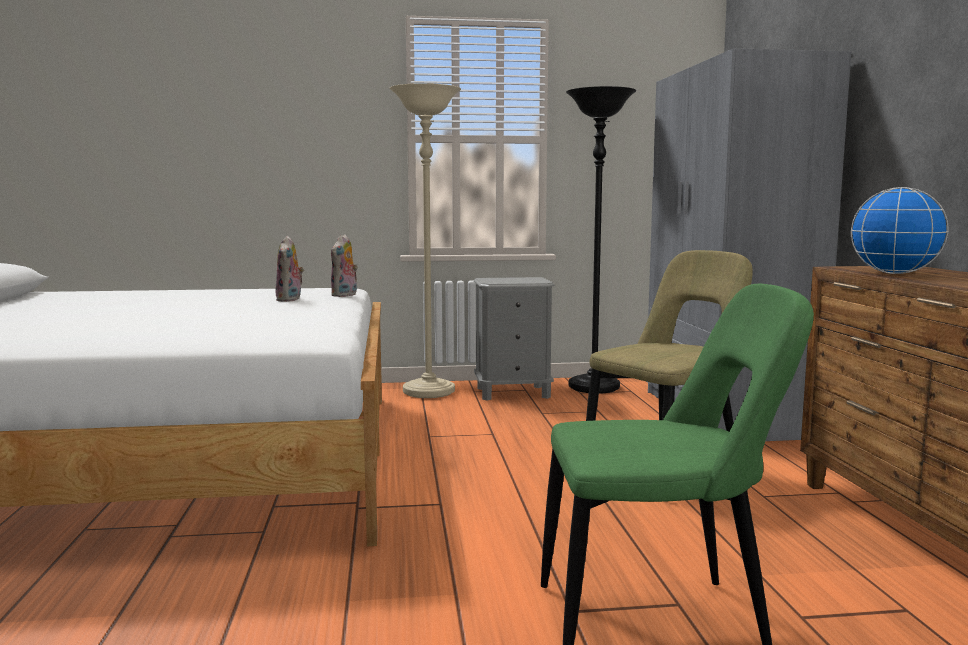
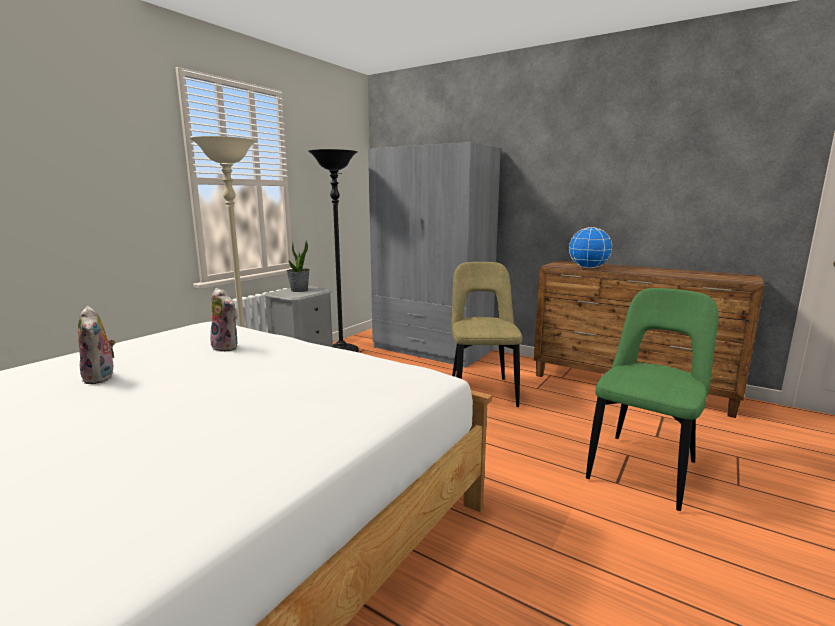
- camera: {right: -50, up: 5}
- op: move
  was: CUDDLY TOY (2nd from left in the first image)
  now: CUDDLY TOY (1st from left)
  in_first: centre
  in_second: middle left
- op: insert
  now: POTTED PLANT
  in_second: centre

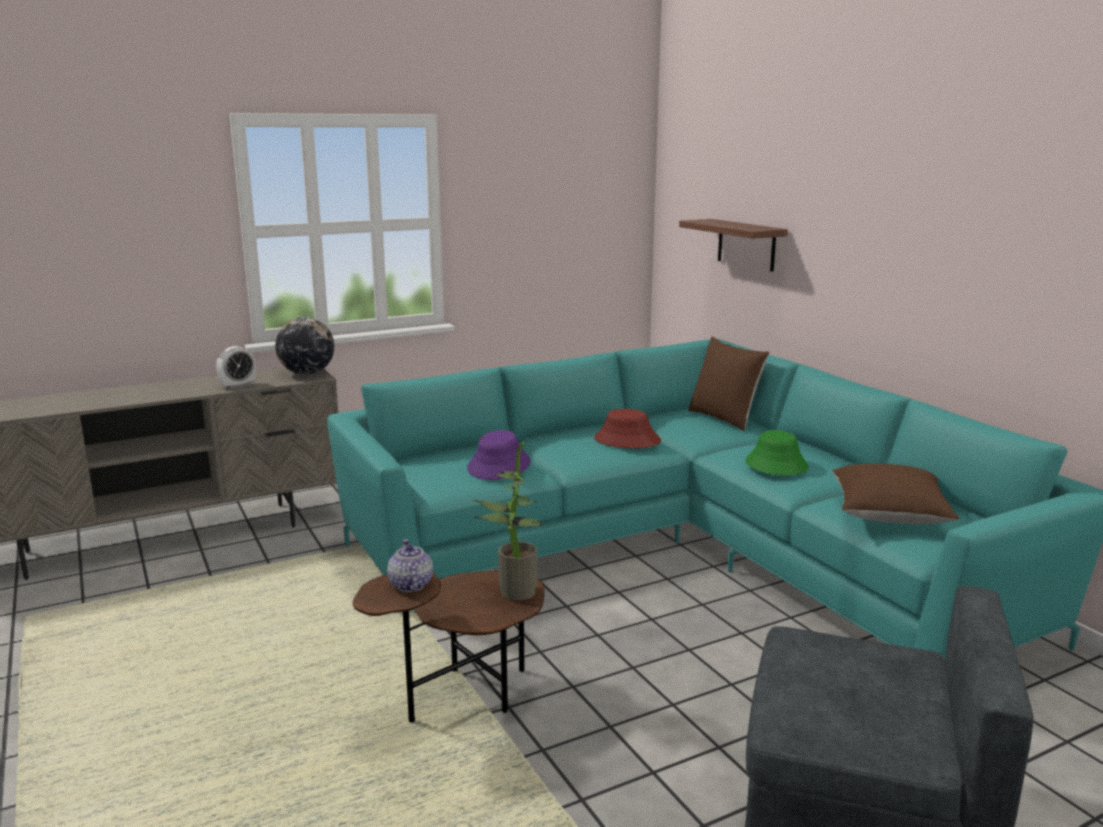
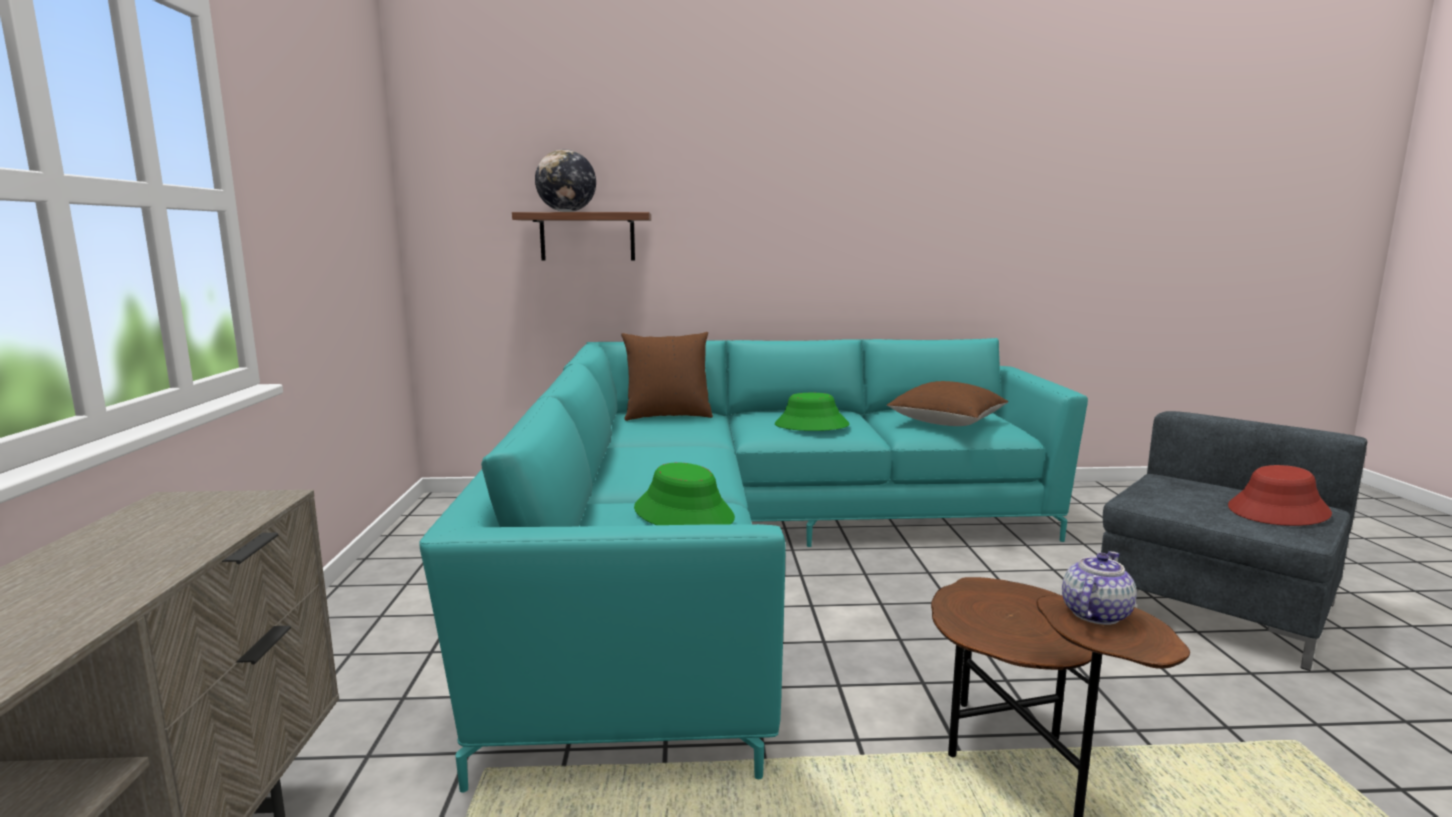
- camera: {right: -65, up: -5}
- op: move
  was: GLOBE
  in_first: middle left
  in_second: top centre
- op: recolor
  was: PURPLE-COLOURED CLOTHING HAT
  now: GREEN CLOTHING HAT (1st from left)
  in_first: centre
  in_second: centre
- op: rotate
  was: POT FOR TEA
  in_first: bottom centre
  in_second: bottom right
  clockwise: 120
- op: move
  was: RED-COLOURED CLOTHING HAT
  in_first: centre
  in_second: middle right
- op: delete
  was: TABLE CLOCK
  in_first: middle left
- op: delete
  was: POTTED PLANT
  in_first: centre

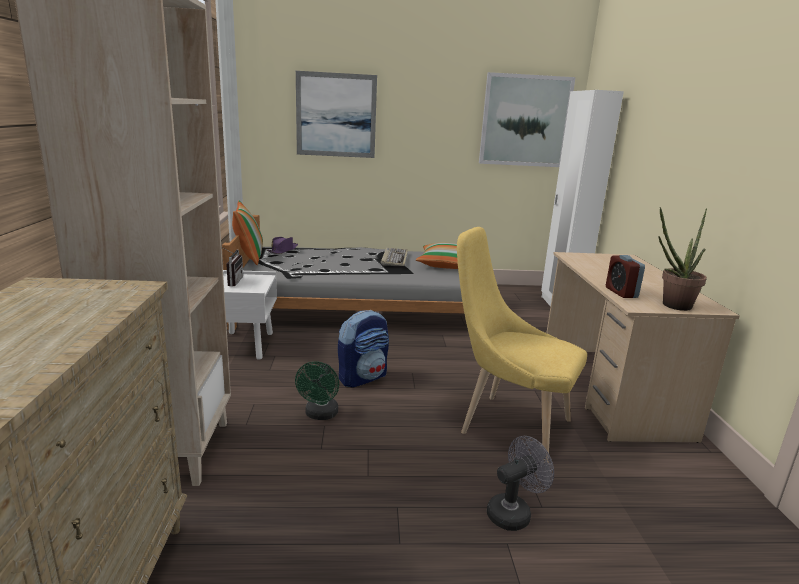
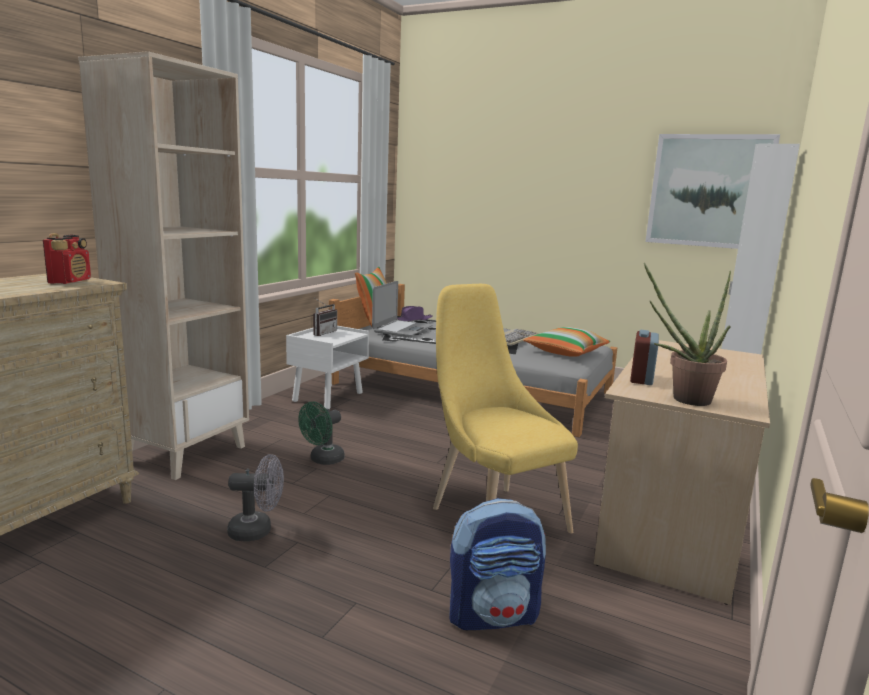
- camera: {right: 30, up: -5}
- op: insert
  now: RADIO RECEIVER (1st from left)
  in_second: middle left
- op: move
  was: GREYISH FAN
  in_first: bottom centre
  in_second: bottom left
- op: insert
  now: NOTEBOOK COMPUTER
  in_second: centre
- op: move
  was: BACKPACK
  in_first: centre
  in_second: bottom centre
- op: delete
  was: WALL ART (1st from left)
  in_first: top centre

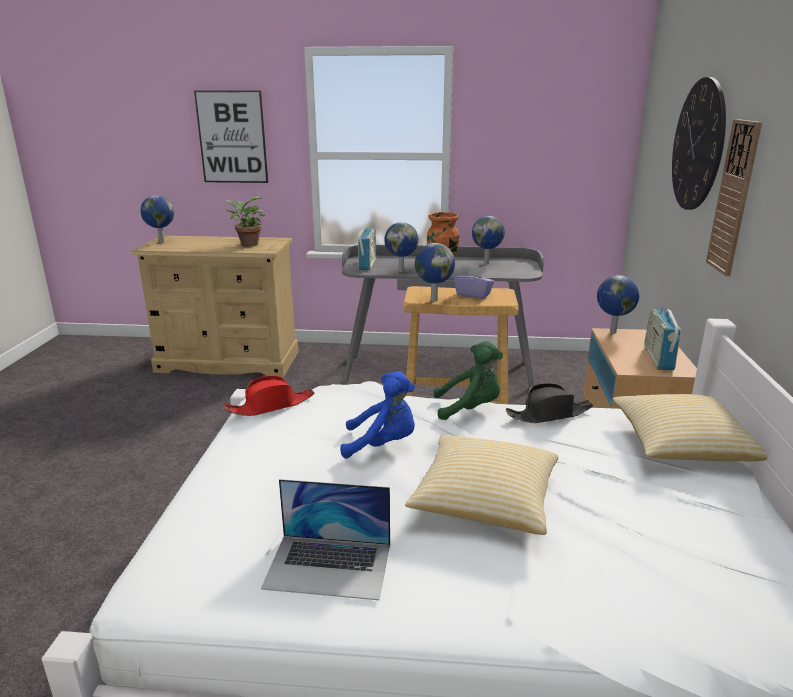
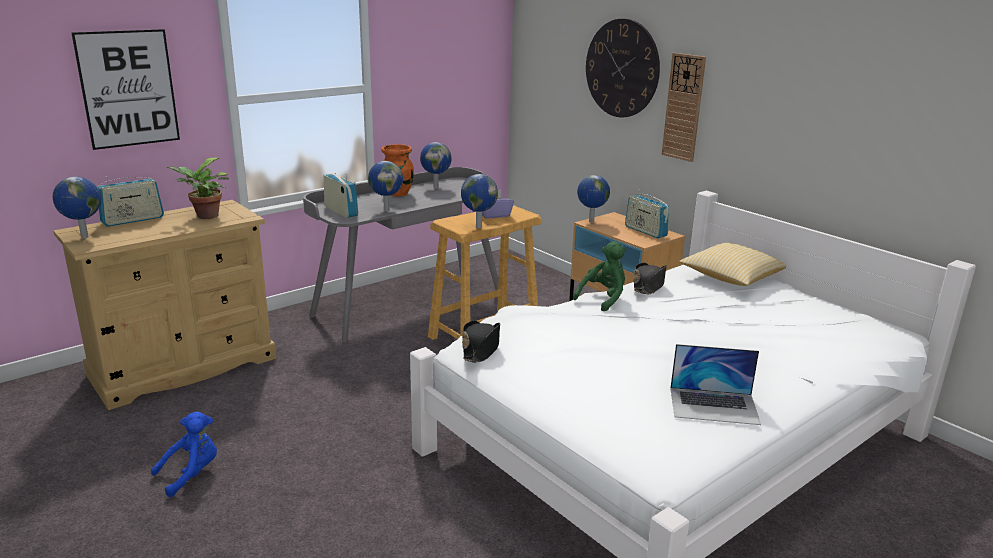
- camera: {right: -45, up: 0}
- op: insert
  now: RADIO RECEIVER (1st from left)
  in_second: middle left
- op: move
  was: BLUISH CUDDLY TOY
  in_first: centre
  in_second: bottom left
- op: recolor
  was: RED-COLOURED CLOTHING HAT
  now: BLACK CLOTHING HAT (1st from left)
  in_first: centre
  in_second: centre
- op: rotate
  was: NOTEBOOK COMPUTER
  in_first: bottom centre
  in_second: bottom right
  clockwise: 45
- op: delete
  was: CUSHION (1st from left)
  in_first: bottom centre

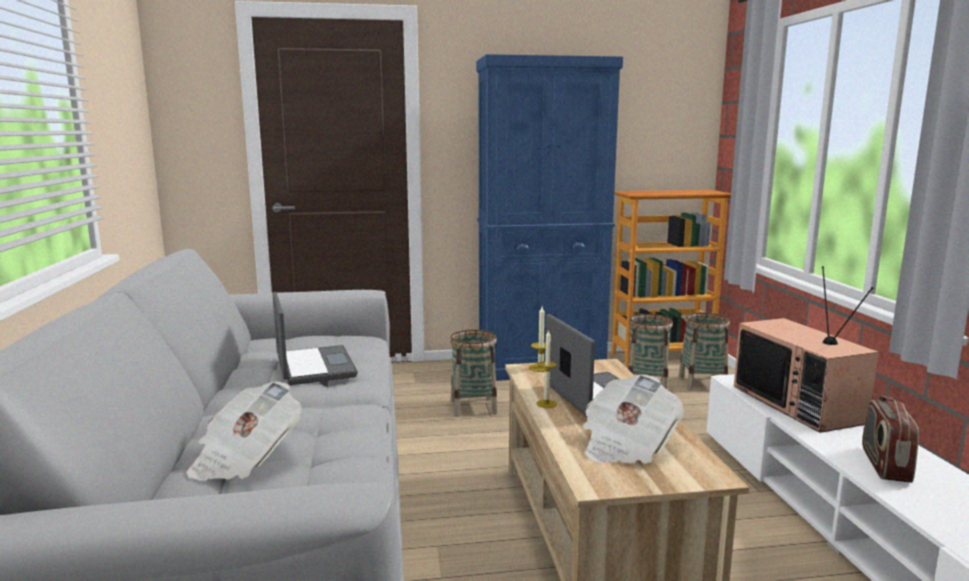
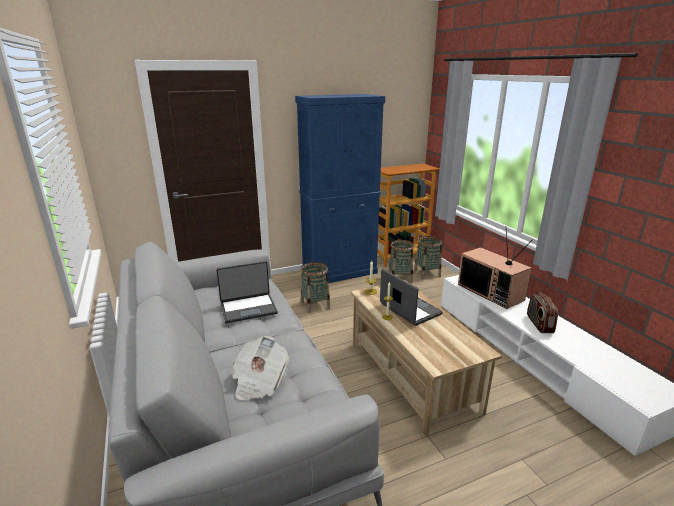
- camera: {right: -15, up: 10}
- op: rotate
  was: NOTEBOOK COMPUTER (1st from left)
  in_first: middle left
  in_second: centre
  clockwise: 105
- op: delete
  was: NEWSPAPER (2nd from left)
  in_first: bottom centre

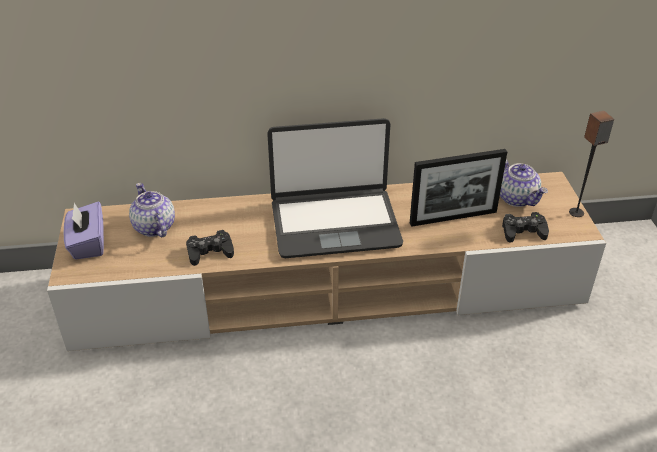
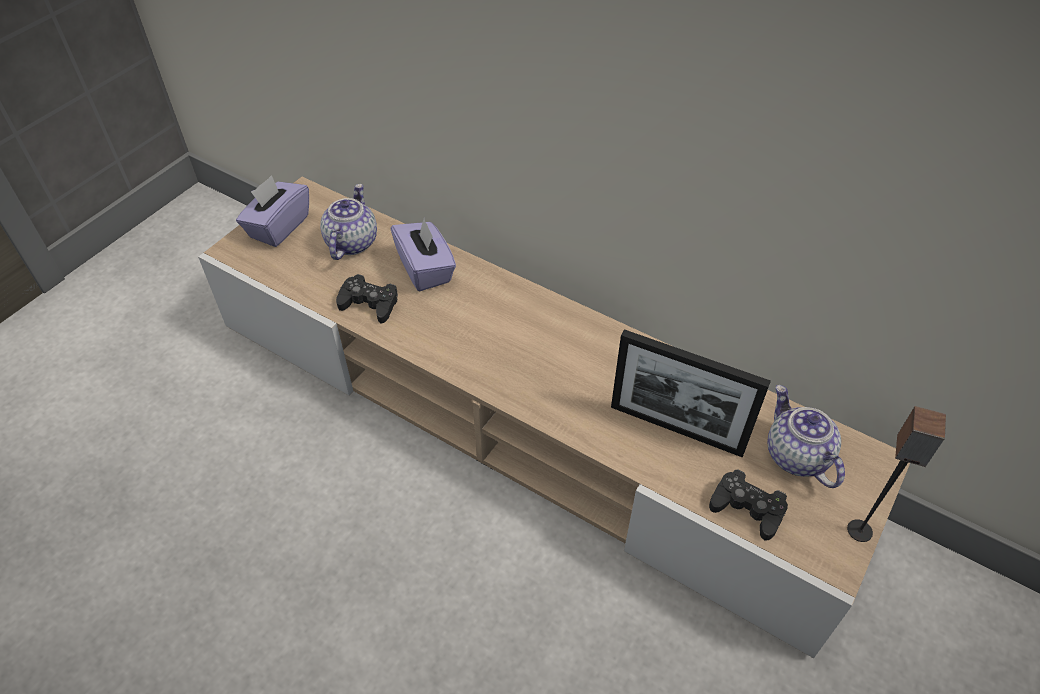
- camera: {right: 40, up: 10}
- op: insert
  now: PURPLE-COLOURED TISSUE BOX (2nd from left)
  in_second: centre
- op: rotate
  was: POT FOR TEA (2nd from left)
  in_first: middle right
  in_second: middle right
  clockwise: 150
- op: delete
  was: NOTEBOOK COMPUTER
  in_first: centre

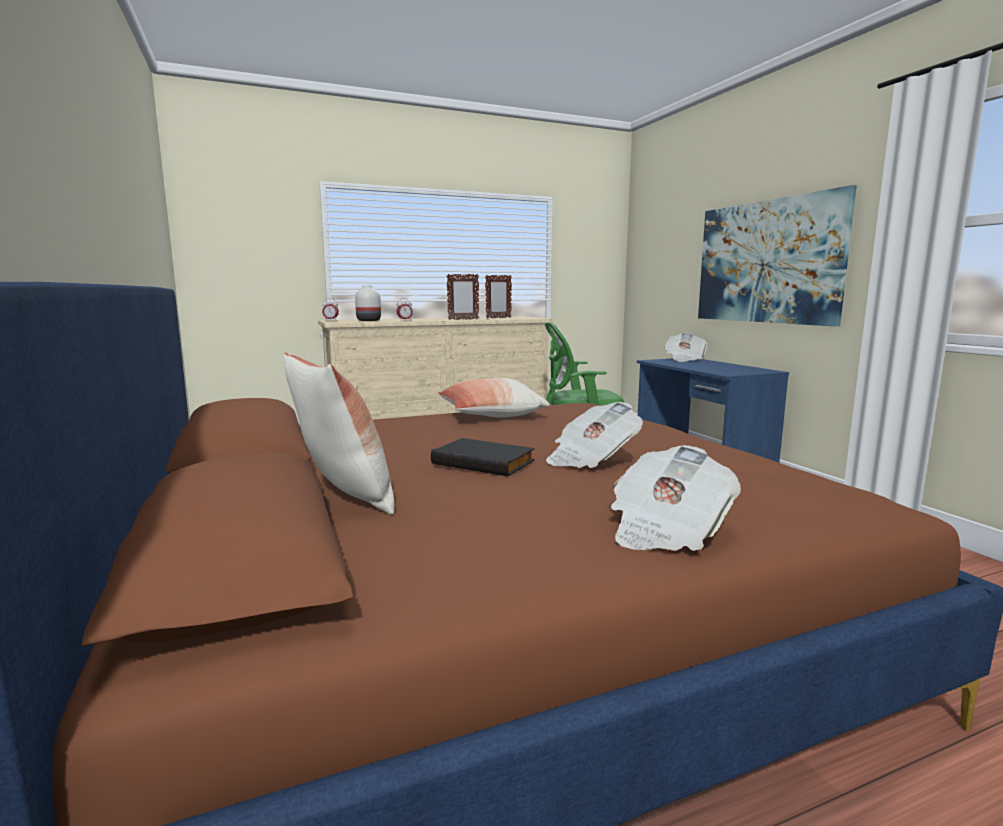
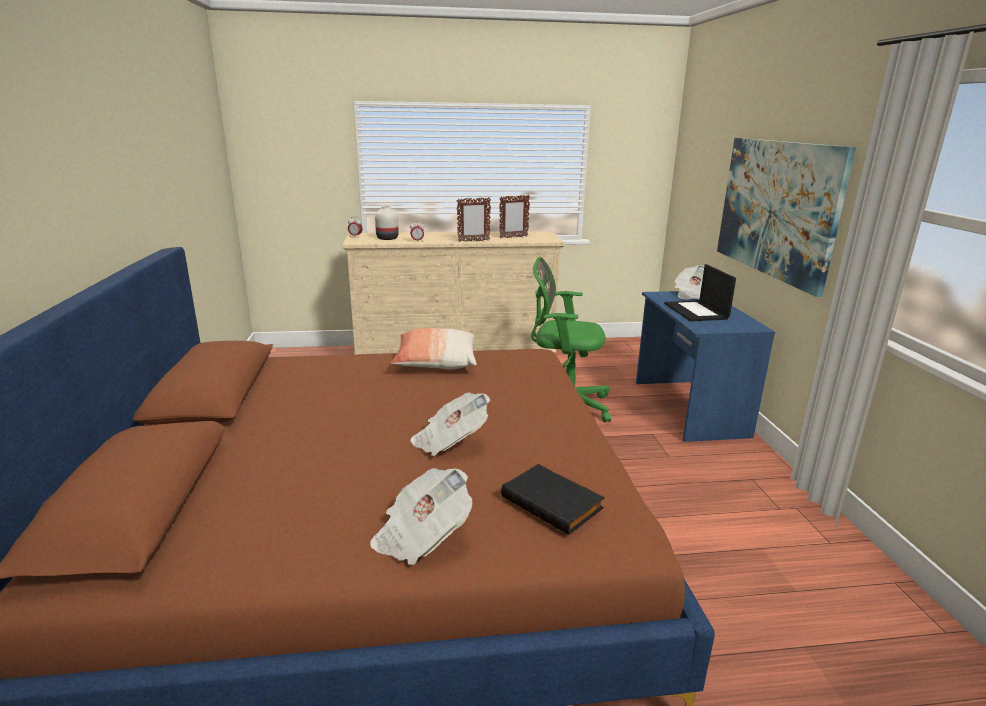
- camera: {right: 15, up: 10}
- op: move
  was: BLACK VOLUME
  in_first: centre
  in_second: bottom centre
- op: insert
  now: NOTEBOOK COMPUTER
  in_second: middle right
- op: delete
  was: CUSHION (1st from left)
  in_first: centre

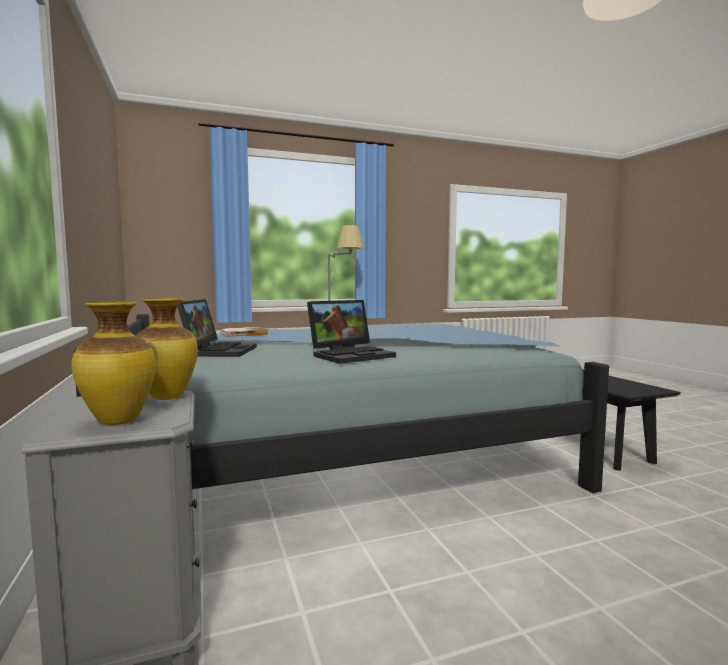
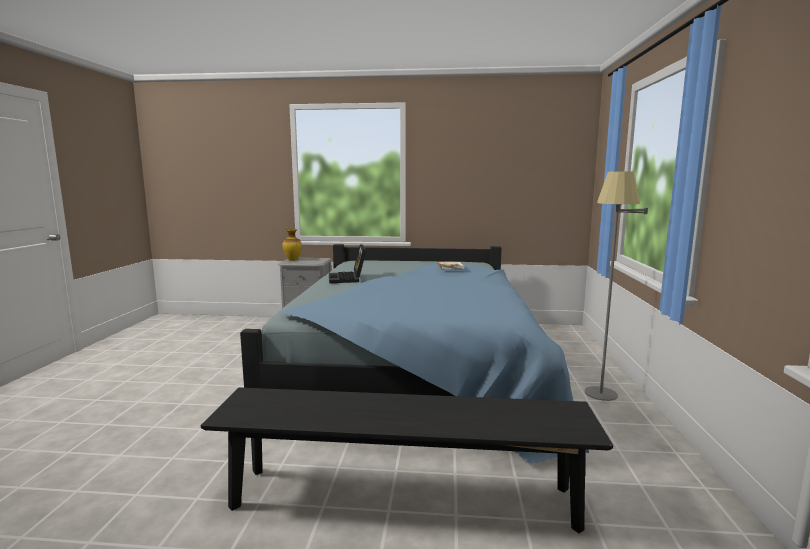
- camera: {right: 115, up: 5}
- op: delete
  was: DECORATIVE VASE (2nd from left)
  in_first: middle left
- op: delete
  was: NOTEBOOK COMPUTER (1st from left)
  in_first: middle left

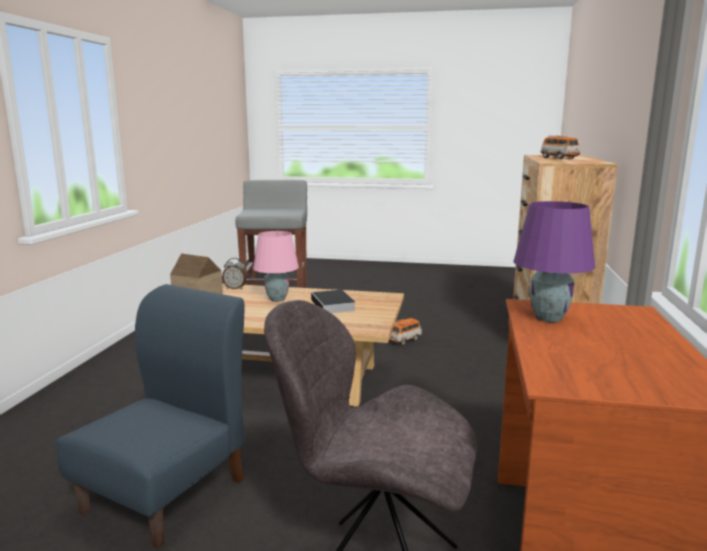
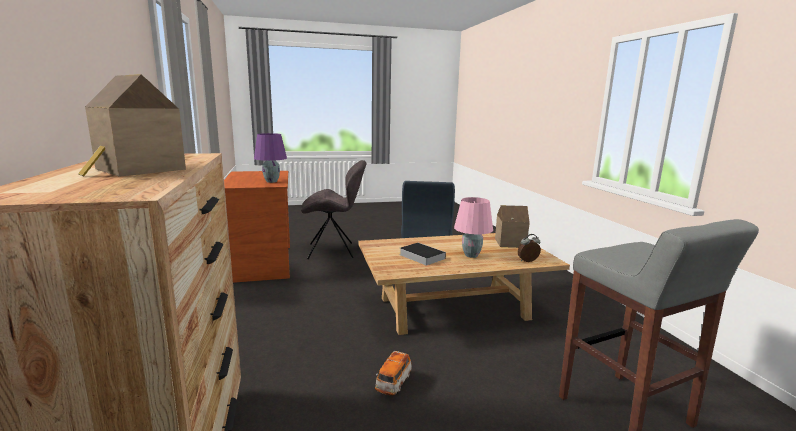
- camera: {right: 155, up: 0}
- op: replace
  was: TOY CAR (2nd from left)
  now: MINIATURE HOUSE (1st from left)
  in_first: top right
  in_second: top left

